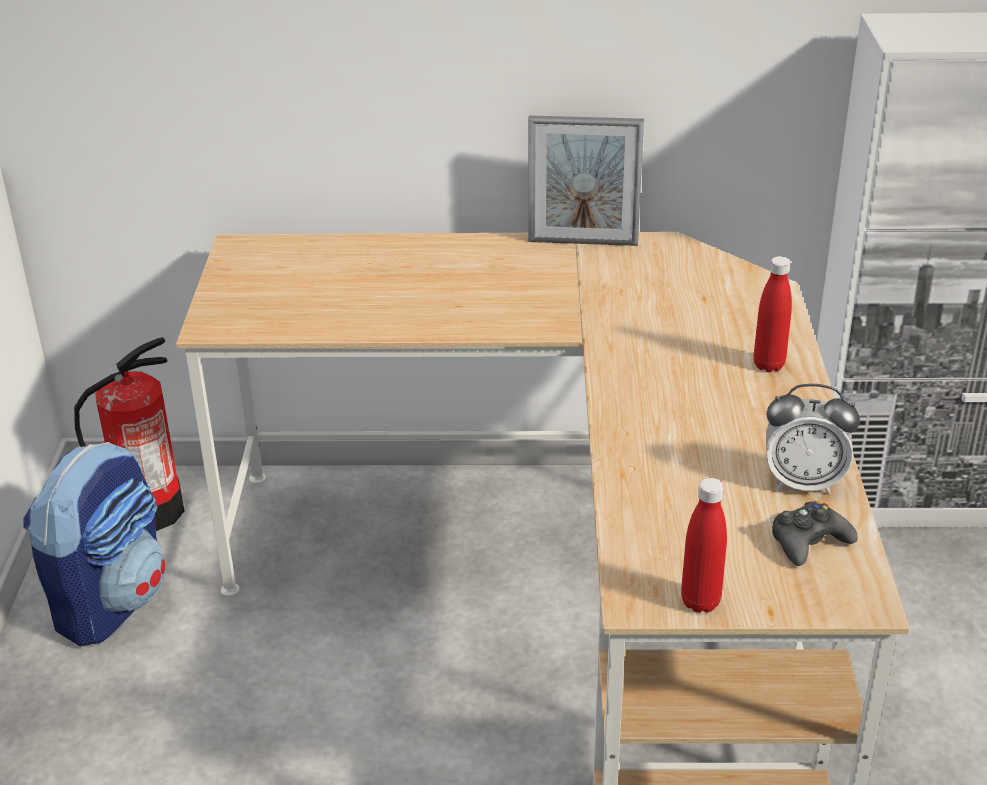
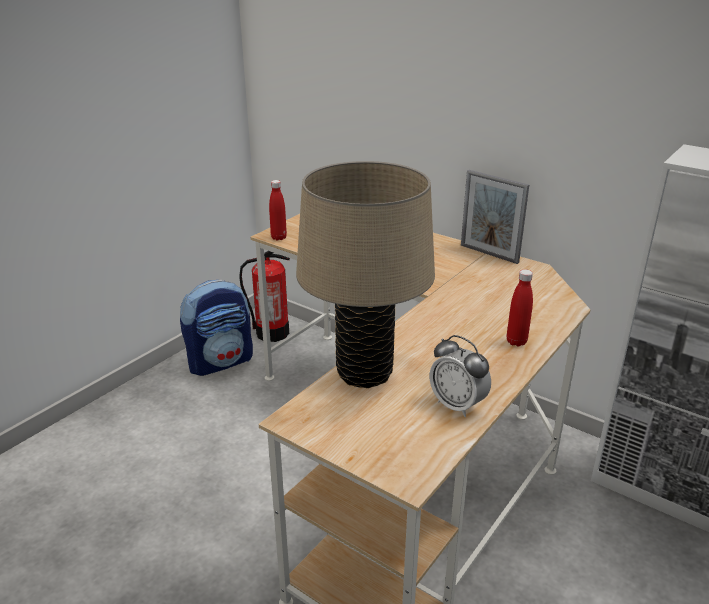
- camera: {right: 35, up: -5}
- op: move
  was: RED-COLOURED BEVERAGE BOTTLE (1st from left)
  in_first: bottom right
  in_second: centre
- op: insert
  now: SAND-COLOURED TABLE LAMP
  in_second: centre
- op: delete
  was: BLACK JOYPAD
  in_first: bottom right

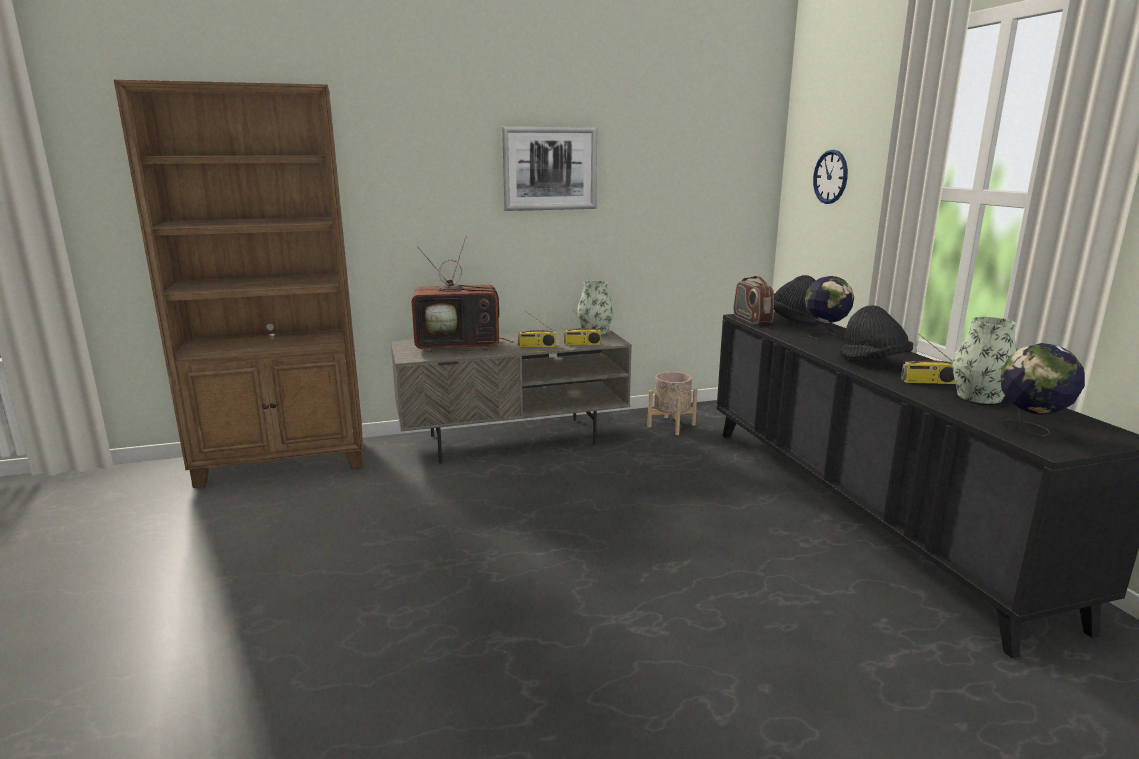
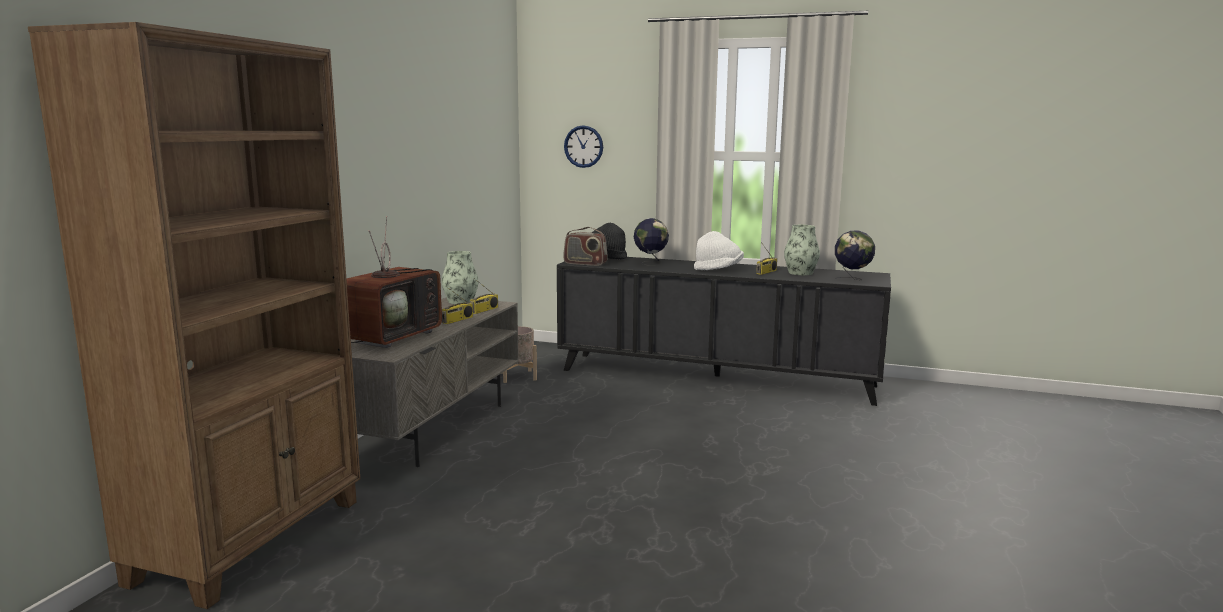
- camera: {right: -55, up: -5}
- op: recolor
  was: BLACK CLOTHING HAT (2nd from left)
  now: WHITE-COLOURED CLOTHING HAT
  in_first: middle right
  in_second: centre
- op: delete
  was: WALL ART
  in_first: top centre

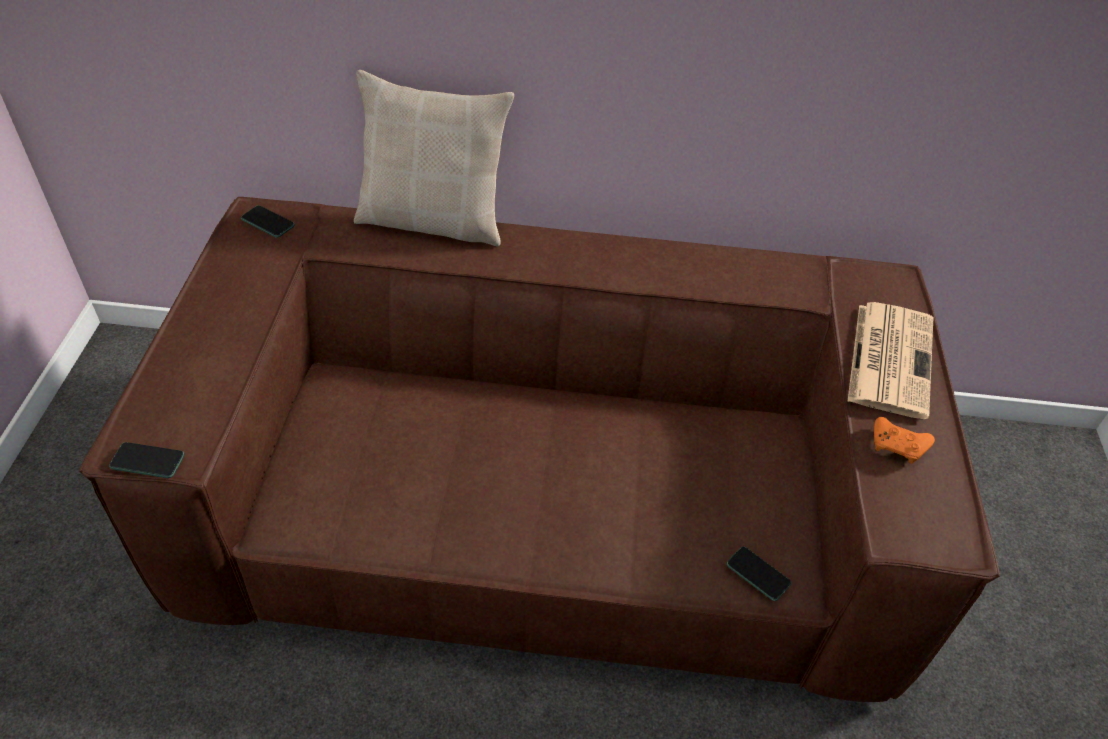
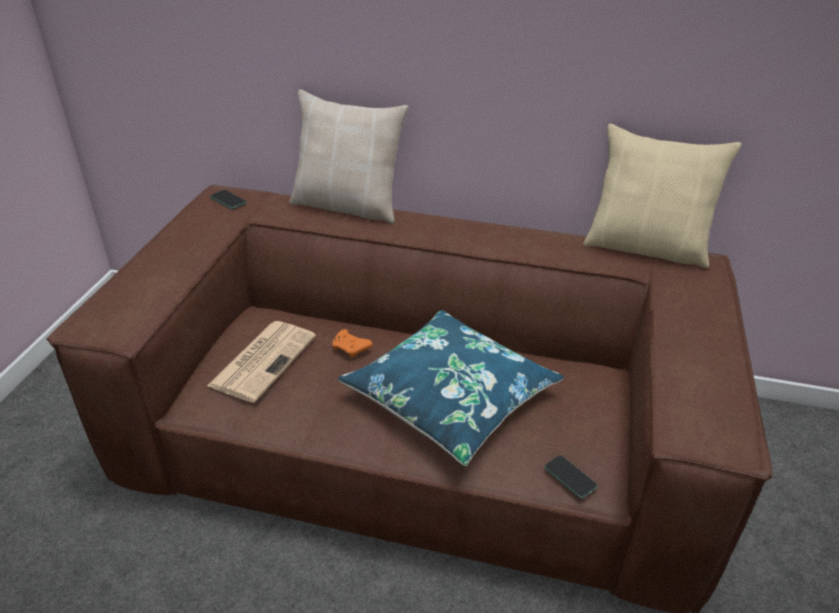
- camera: {right: 10, up: -10}
- op: move
  was: NEWSPAPER
  in_first: middle right
  in_second: middle left
- op: move
  was: ORANGEY JOYPAD
  in_first: middle right
  in_second: centre
- op: insert
  now: BLUISH CUSHION
  in_second: centre
- op: insert
  now: SAND-COLOURED CUSHION (2nd from left)
  in_second: top right
- op: delete
  was: TELEPHONE (1st from left)
  in_first: middle left

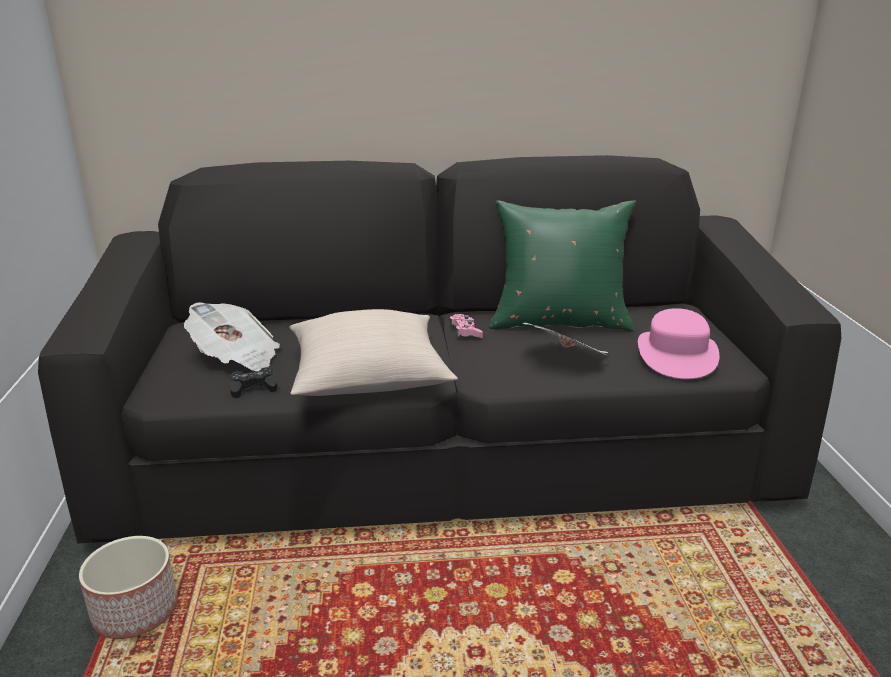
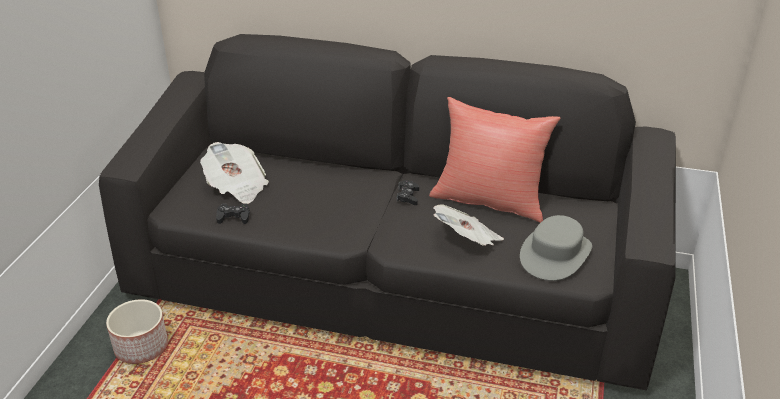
- camera: {right: 20, up: 10}
- op: recolor
  was: PINKISH JOYPAD
  now: BLACK JOYPAD (2nd from left)
  in_first: centre
  in_second: centre
- op: recolor
  was: GREEN CUSHION
  now: RED-COLOURED CUSHION
  in_first: centre
  in_second: centre
- op: recolor
  was: PINKISH CLOTHING HAT
  now: GREYISH CLOTHING HAT
  in_first: middle right
  in_second: middle right
- op: delete
  was: SAND-COLOURED CUSHION
  in_first: centre

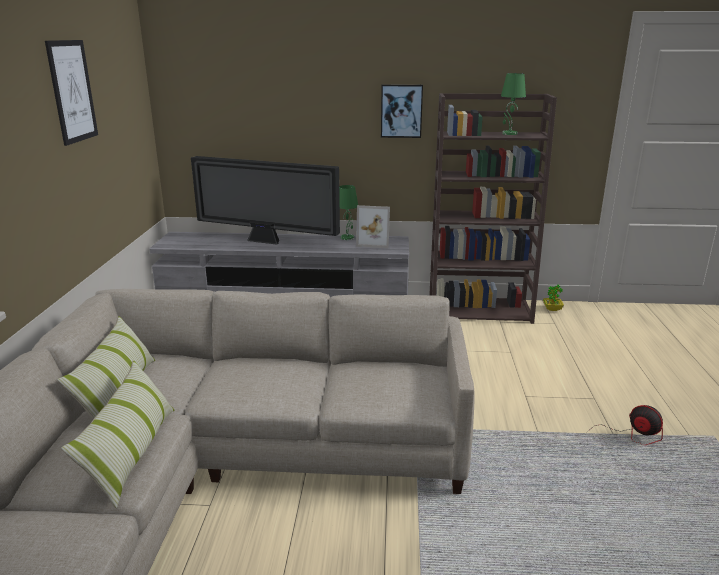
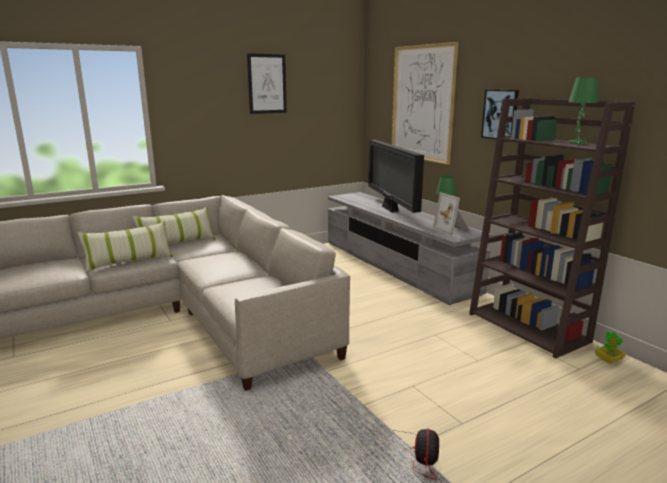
- camera: {right: 55, up: -5}
- op: insert
  now: WALL ART (2nd from left)
  in_second: top centre

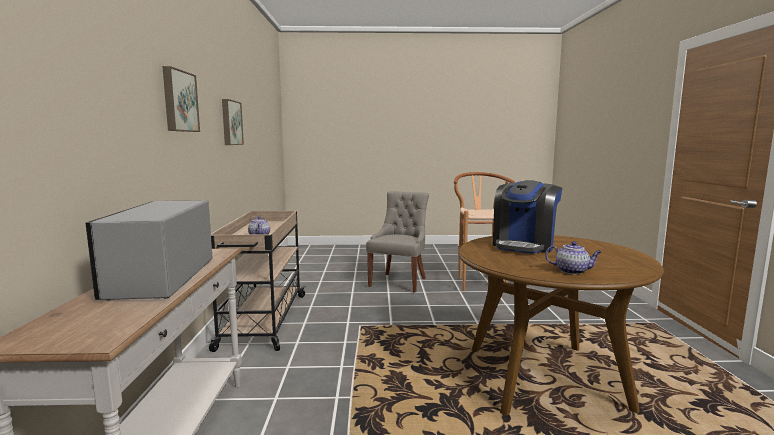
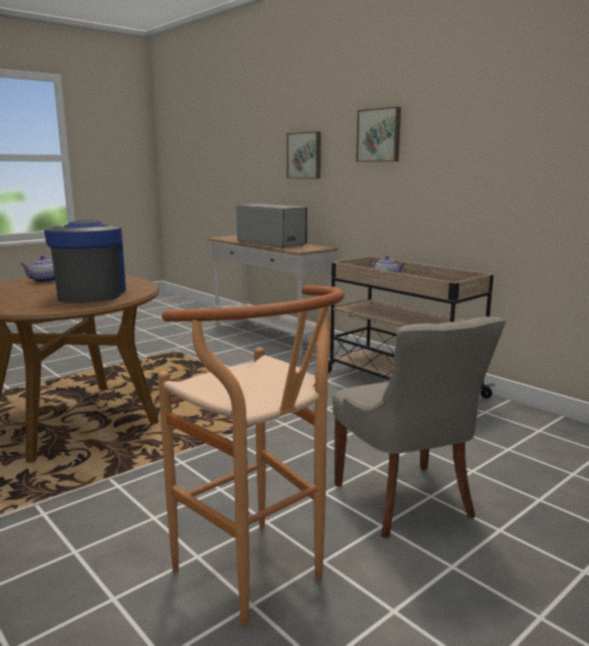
- camera: {right: 140, up: 5}
- op: move
  was: WALL ART (2nd from left in the first image)
  now: WALL ART (1st from left)
  in_first: top left
  in_second: top centre

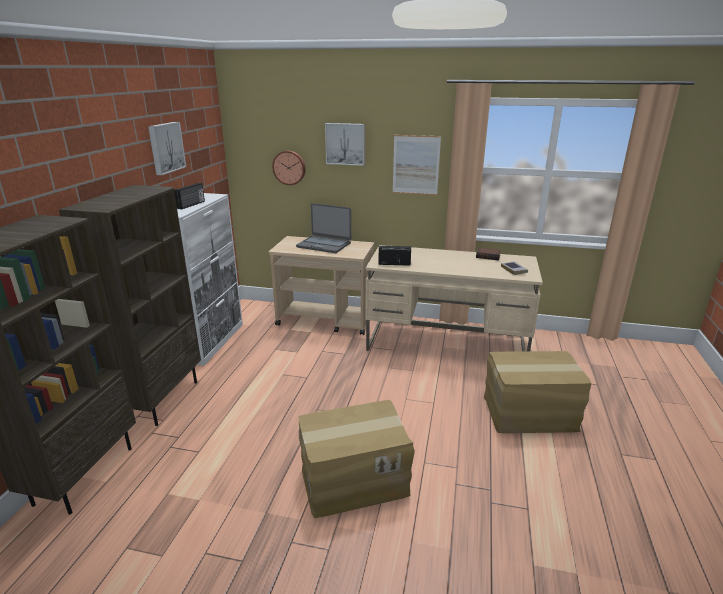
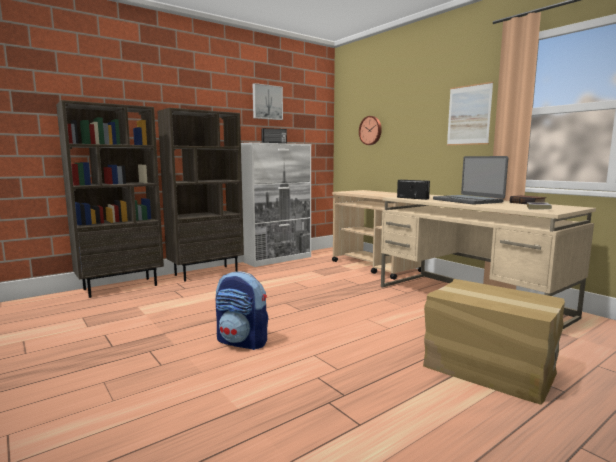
- camera: {right: 40, up: -15}
- op: replace
  was: CARTON (1st from left)
  now: BACKPACK
  in_first: bottom centre
  in_second: bottom centre
- op: move
  was: NOTEBOOK COMPUTER
  in_first: centre
  in_second: middle right
- op: delete
  was: WALL ART (2nd from left)
  in_first: top centre

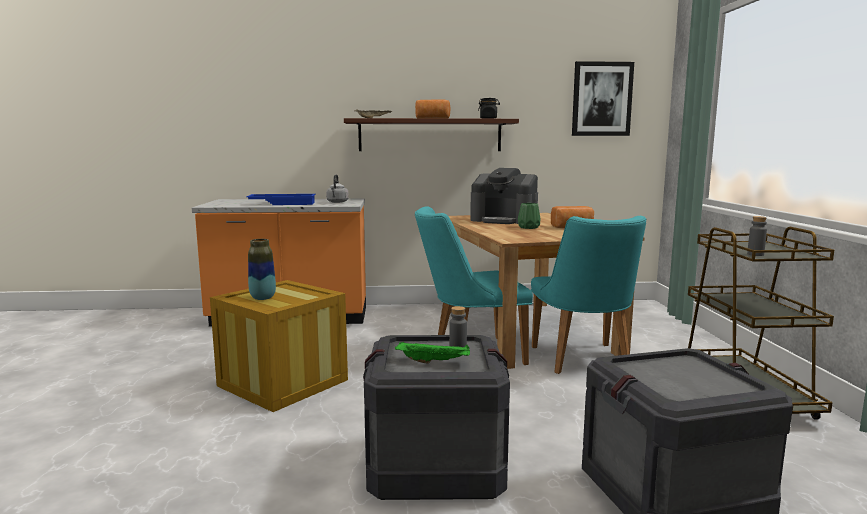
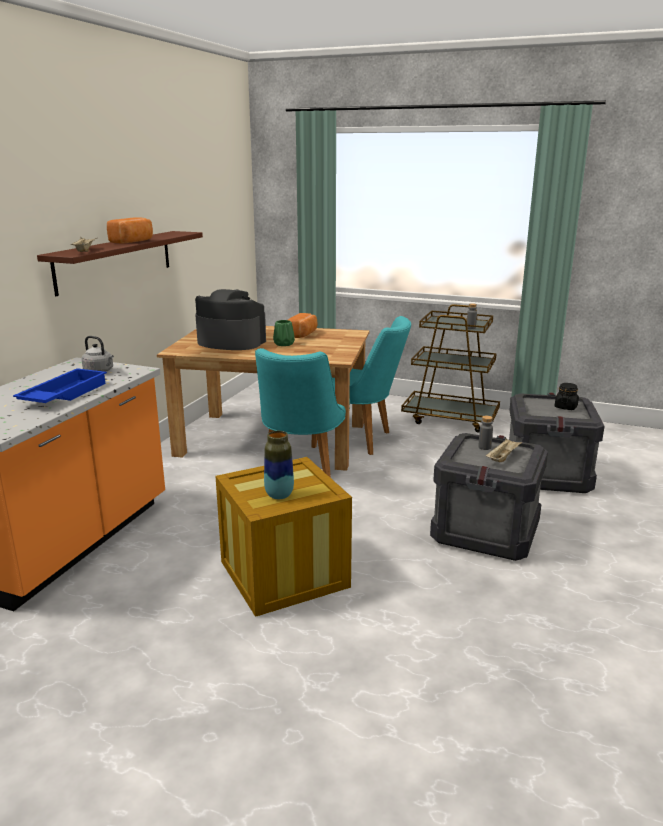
- camera: {right: -65, up: 10}
- op: rotate
  was: COFFEE MAKER
  in_first: centre
  in_second: centre
  clockwise: -120
- op: recolor
  was: GREEN TRAY
  now: SAND-COLOURED TRAY (2nd from left)
  in_first: bottom centre
  in_second: middle right
- op: move
  was: BLACK JAR
  in_first: top centre
  in_second: middle right
- op: delete
  was: WALL ART
  in_first: top right

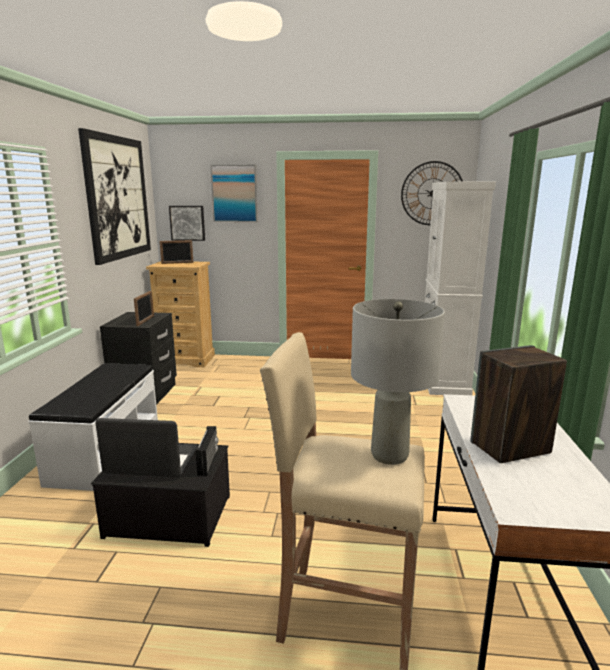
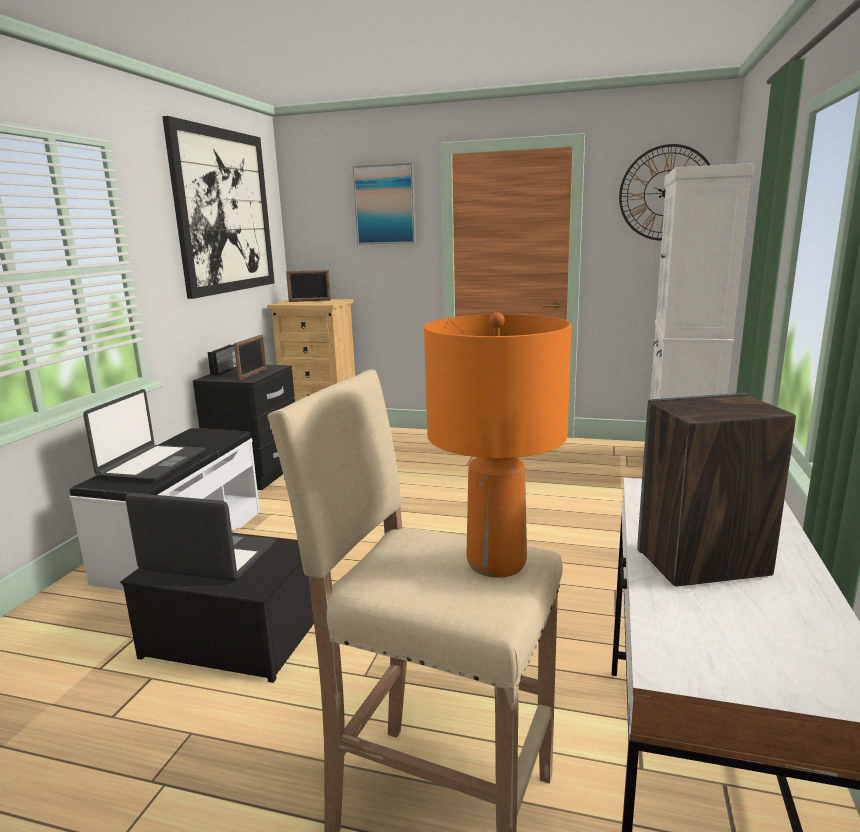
- camera: {right: 10, up: 0}
- op: insert
  now: NOTEBOOK COMPUTER (1st from left)
  in_second: middle left
- op: move
  was: RADIO RECEIVER
  in_first: bottom centre
  in_second: middle left
- op: recolor
  was: GREYISH TABLE LAMP
  now: ORANGEY TABLE LAMP
  in_first: centre
  in_second: centre
- op: delete
  was: WALL ART (2nd from left)
  in_first: top left

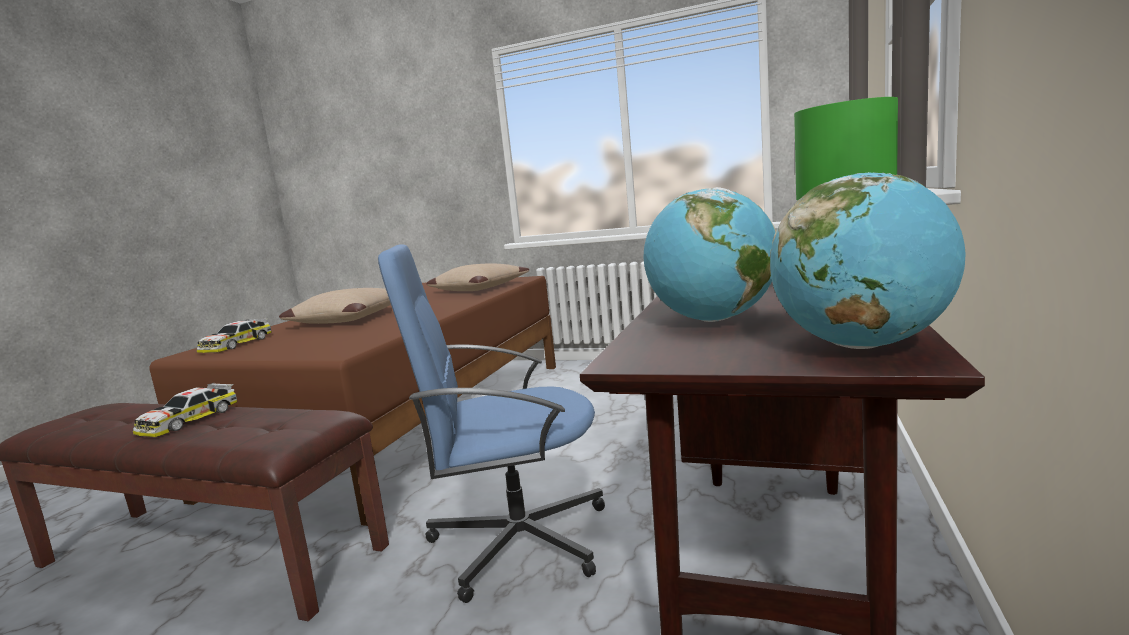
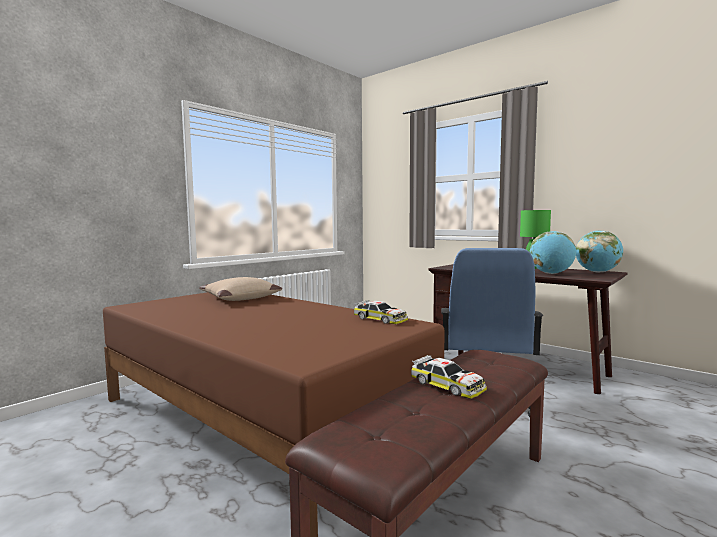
- camera: {right: -70, up: -5}
- op: move
  was: TOY CAR (2nd from left in the first image)
  now: TOY CAR (1st from left)
  in_first: middle left
  in_second: centre
- op: delete
  was: SAND-COLOURED CUSHION (1st from left)
  in_first: middle left

